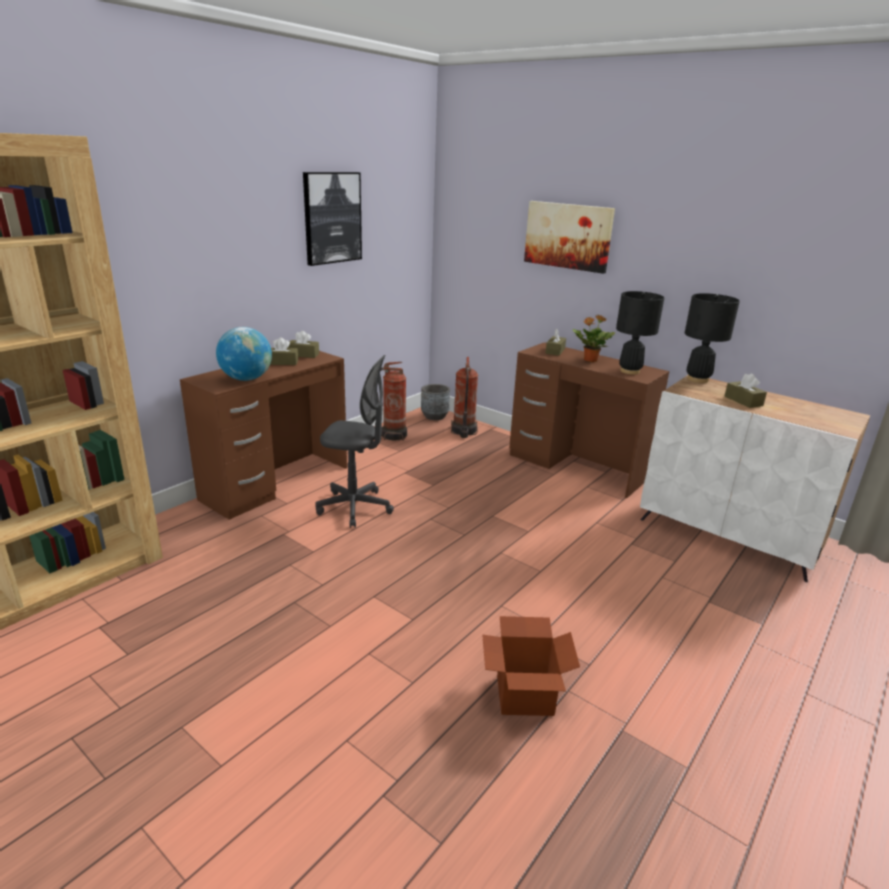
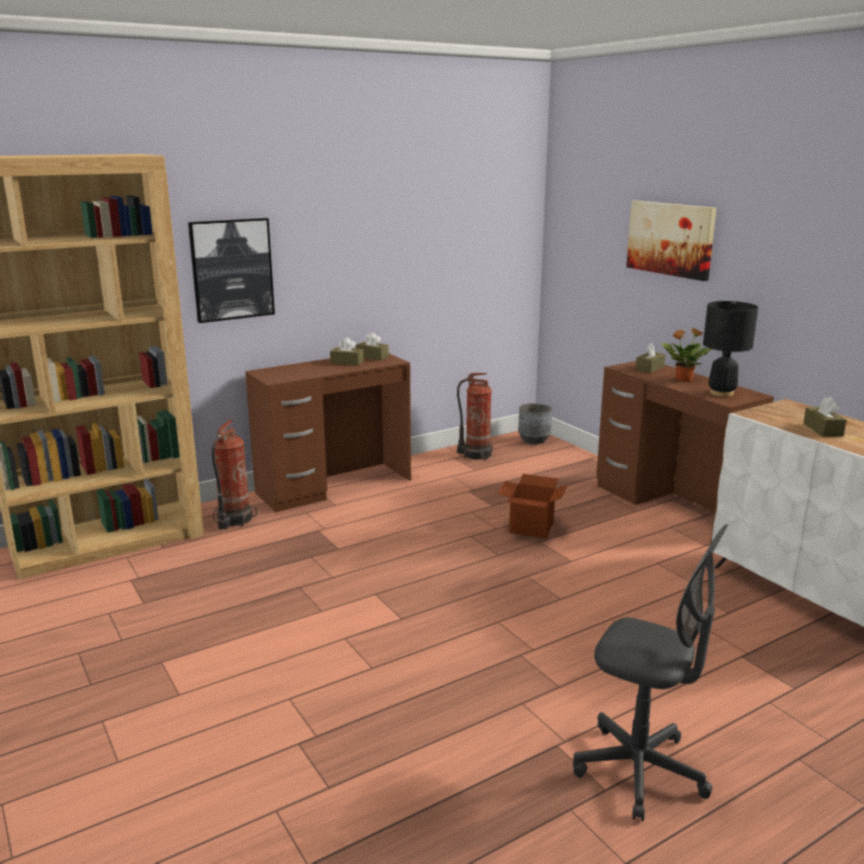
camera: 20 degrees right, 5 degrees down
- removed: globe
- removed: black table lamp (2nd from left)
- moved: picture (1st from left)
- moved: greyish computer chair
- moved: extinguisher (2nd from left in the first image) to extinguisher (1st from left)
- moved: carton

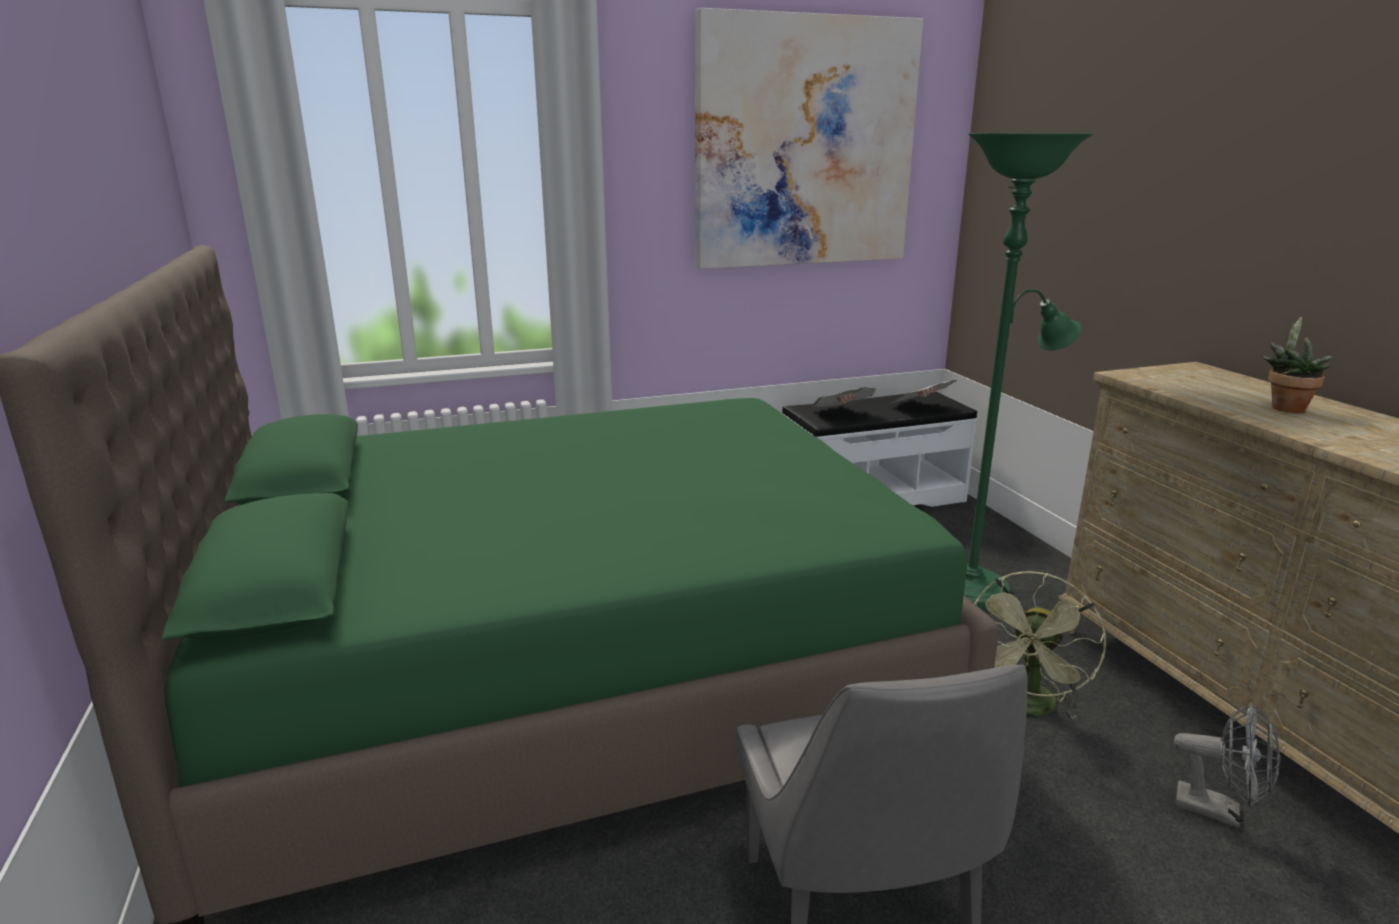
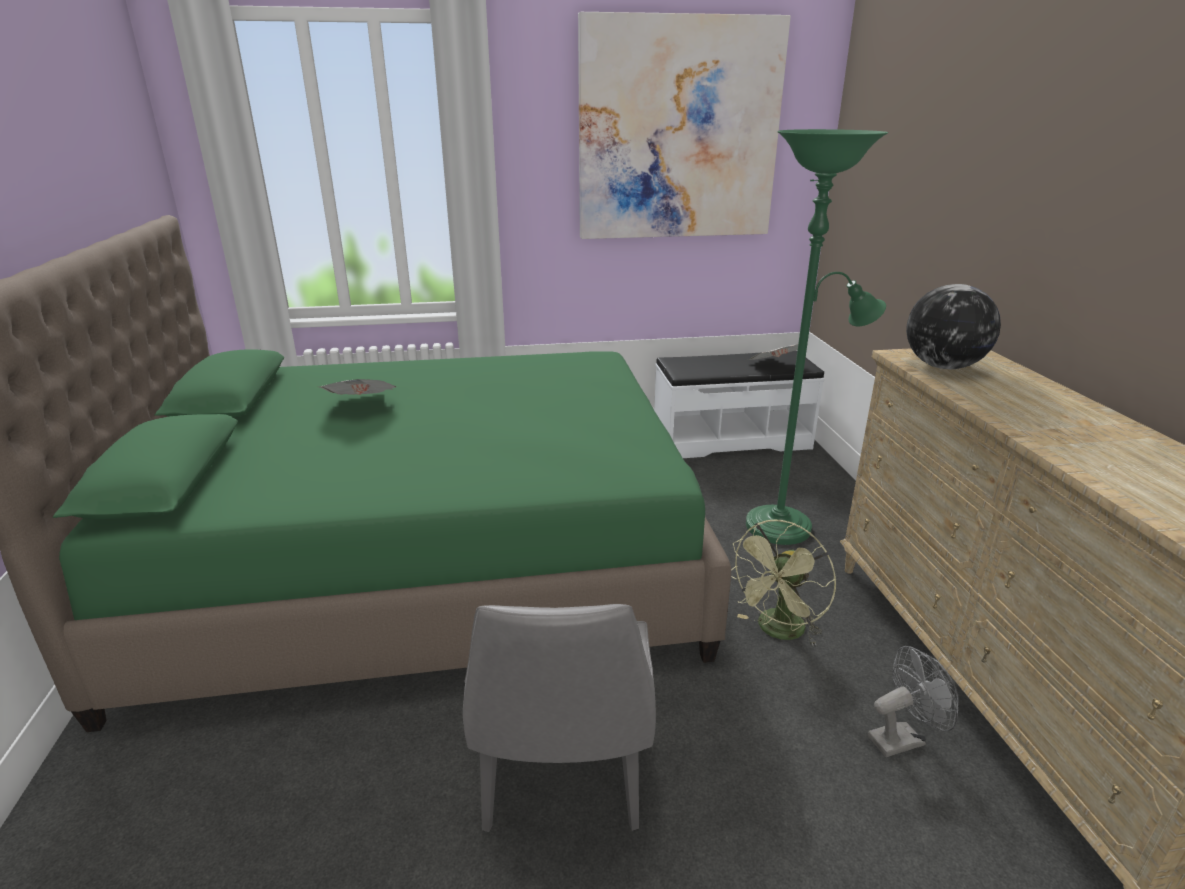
camera: 10 degrees right, 5 degrees up
- removed: plant in a pot
- added: globe
- moved: printed paper (1st from left)
- turned: greyish electric fan 60 degrees counterclockwise

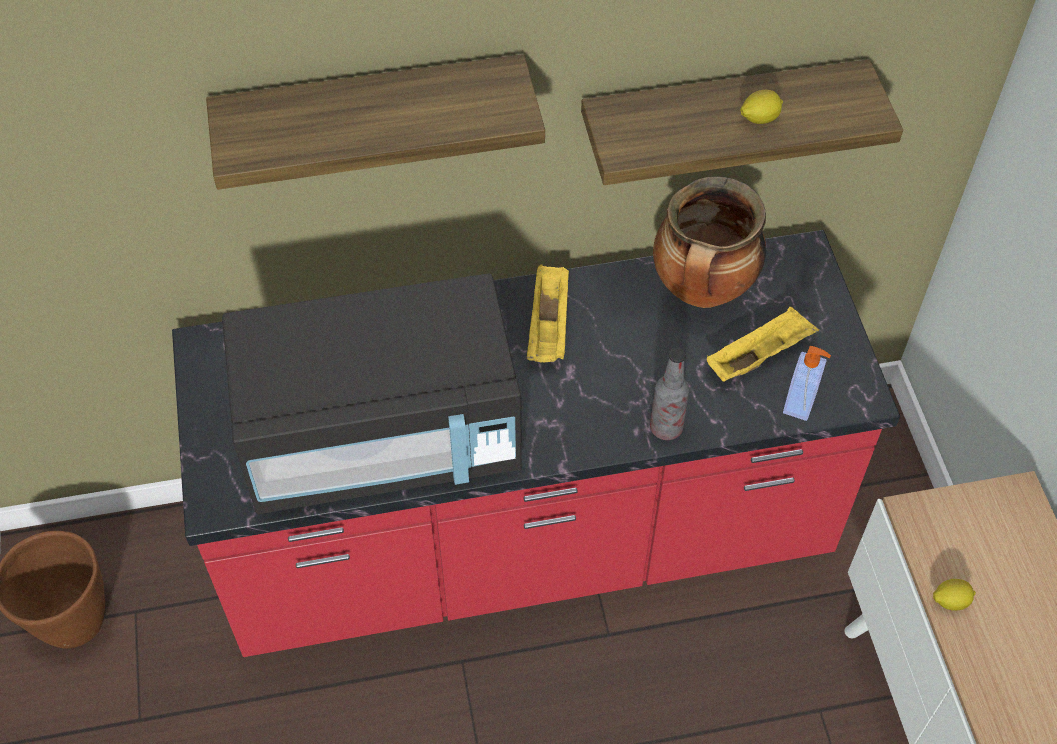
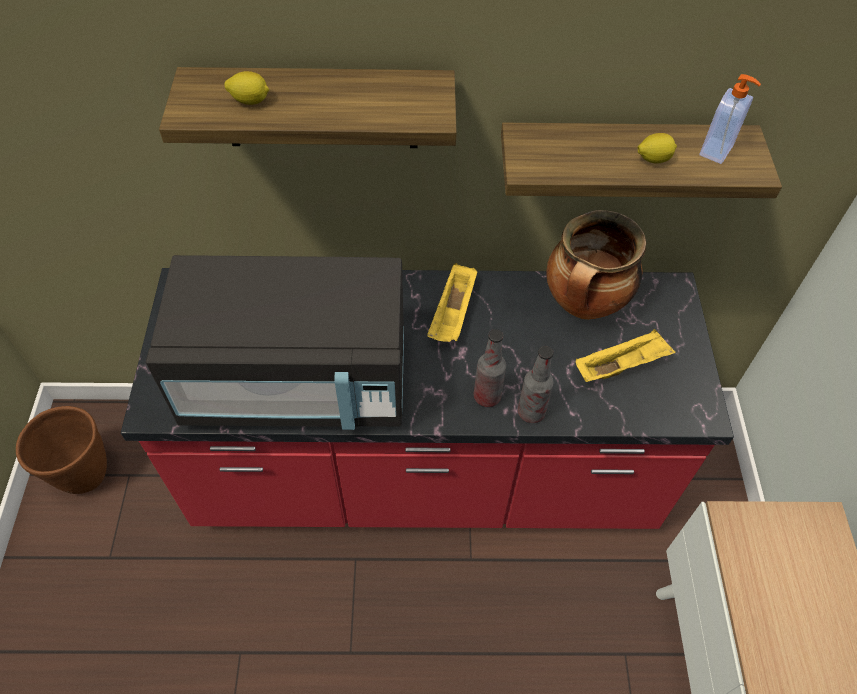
camera: 10 degrees right, 0 degrees up
- added: drink bottle (1st from left)
- moved: soap bottle
- moved: citrus fruit (2nd from left in the first image) to citrus fruit (1st from left)

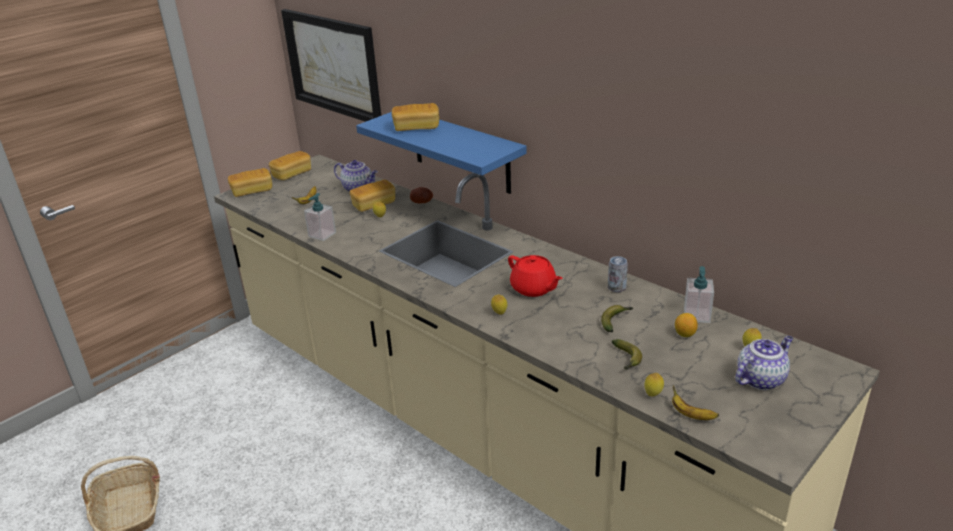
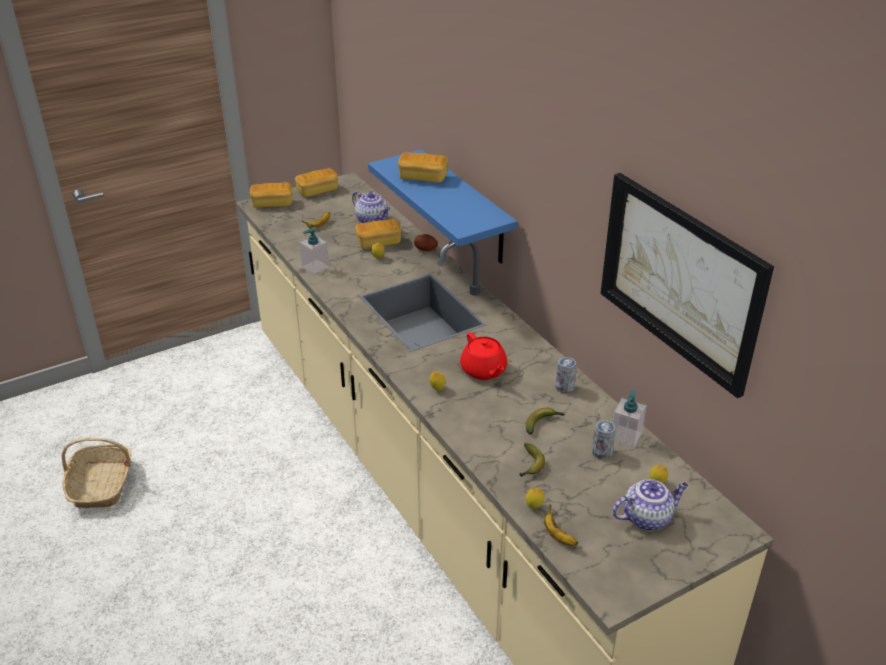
camera: 15 degrees right, 5 degrees up
- moved: picture
- replaced: citrus fruit (4th from left) to sealed can (2nd from left)

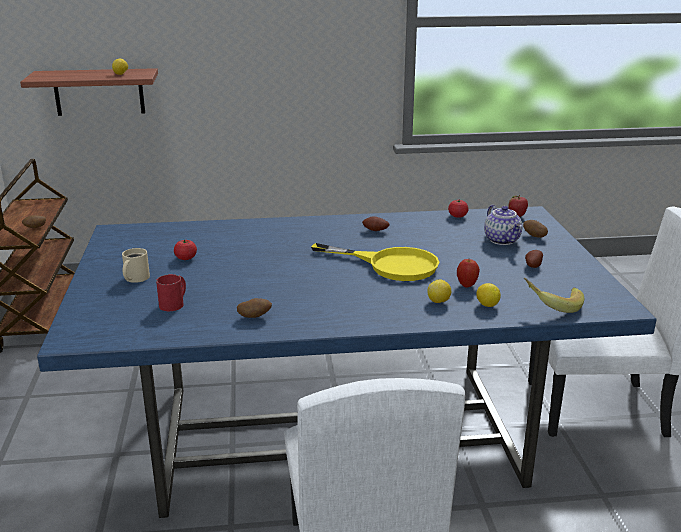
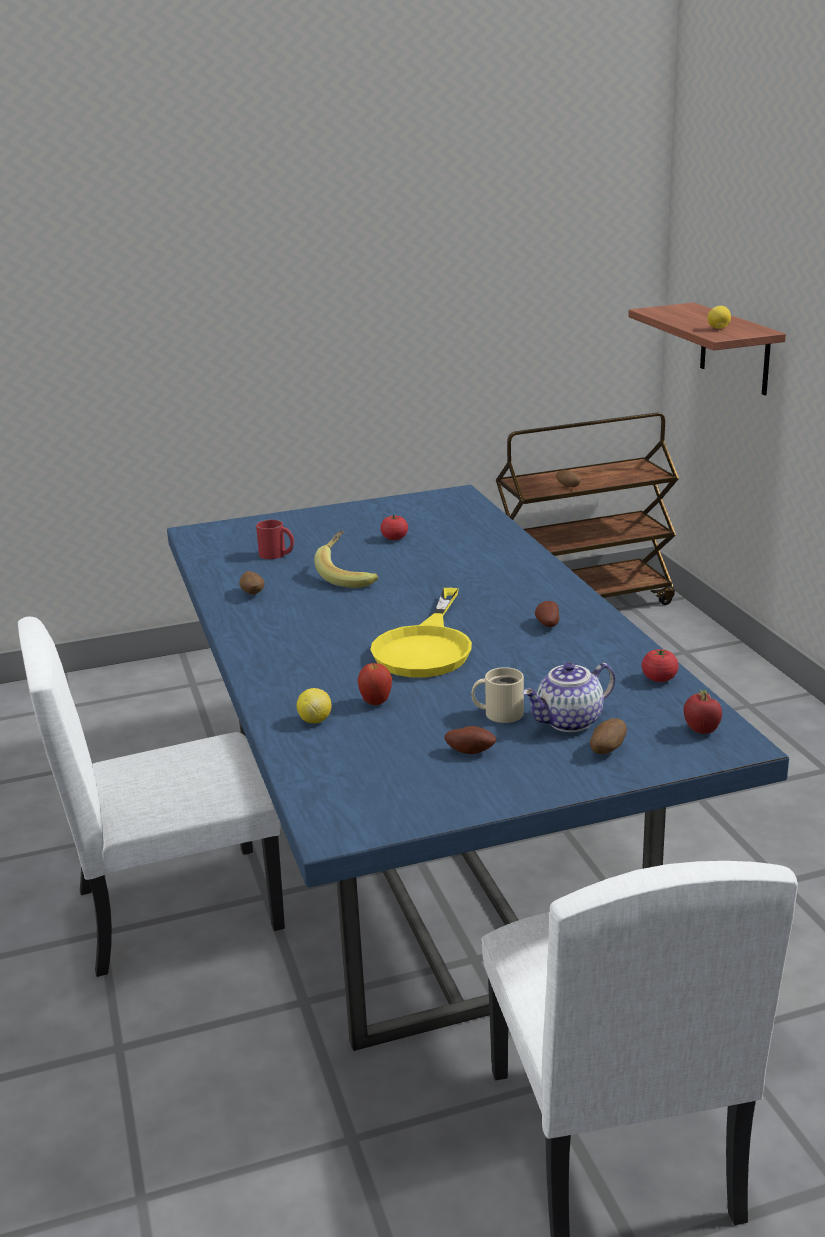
camera: 80 degrees right, 0 degrees up
- removed: citrus fruit (2nd from left)
- moved: sand-coloured tea mug
- moved: banana fruit

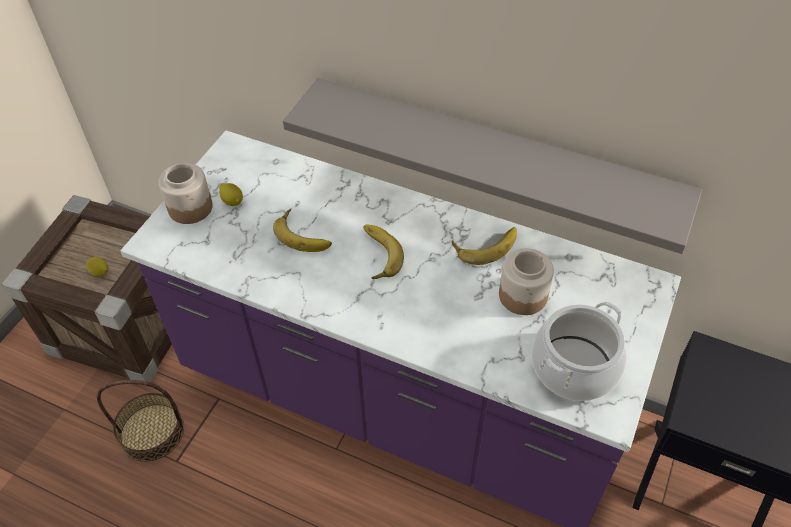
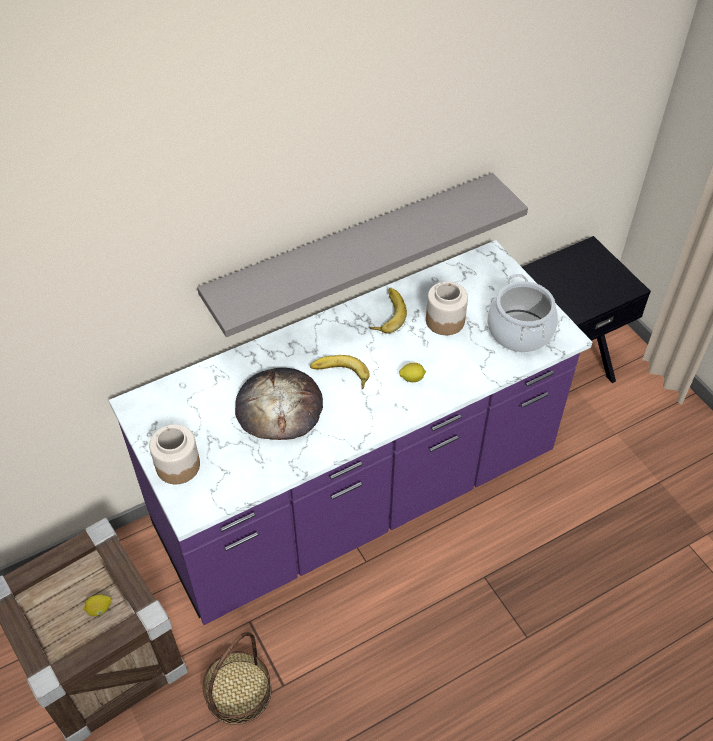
camera: 55 degrees left, 0 degrees up
- moved: citrus fruit (2nd from left)
- replaced: banana fruit (1st from left) to bread

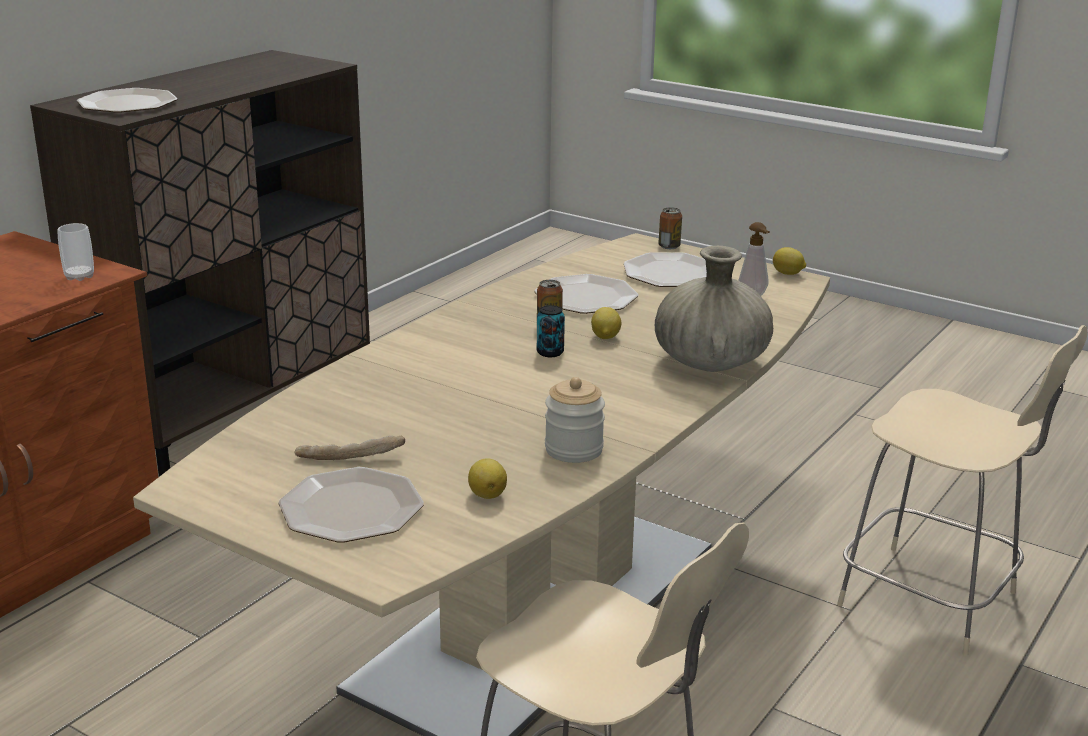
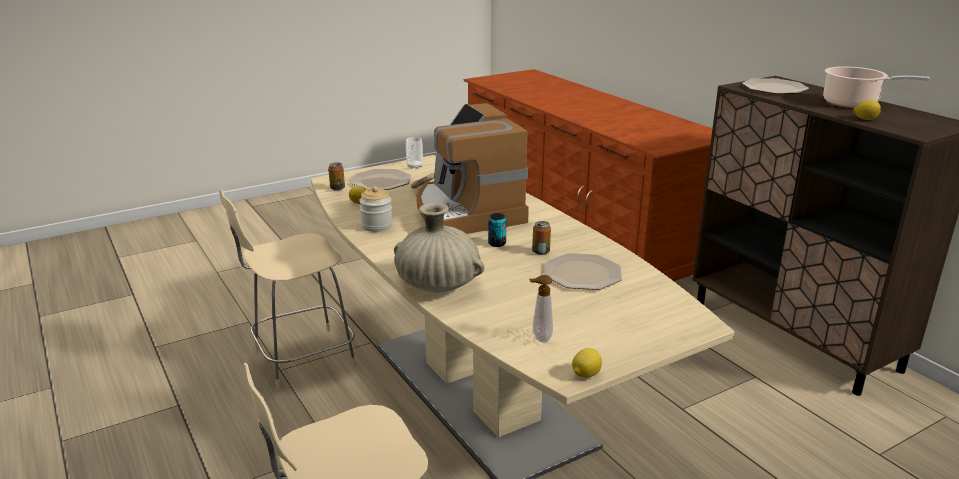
camera: 115 degrees right, 0 degrees up
- removed: dinner plate (4th from left)
- added: coffee brewer
- added: saucepot
- moved: drinking cup
- moved: citrus fruit (2nd from left in the first image) to citrus fruit (3rd from left)
- moved: sealed can (3rd from left in the first image) to sealed can (1st from left)

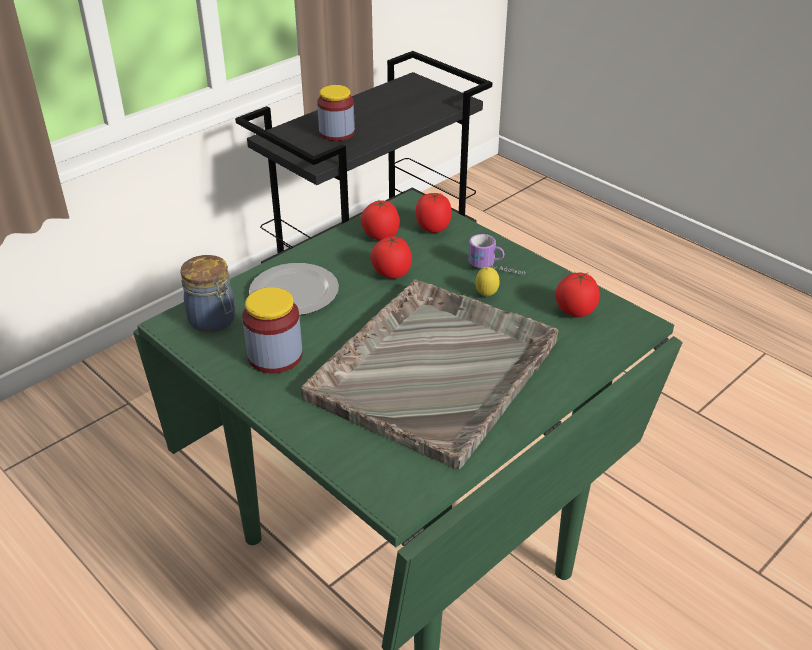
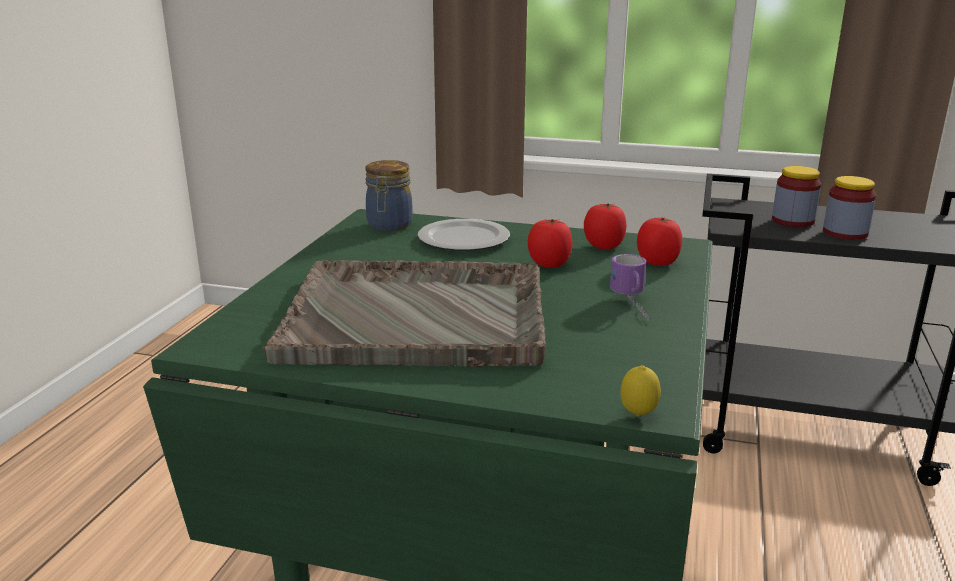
camera: 60 degrees right, 15 degrees down
- removed: whole tomato (4th from left)
- moved: storage jar (2nd from left in the first image) to storage jar (3rd from left)
- moved: citrus fruit

